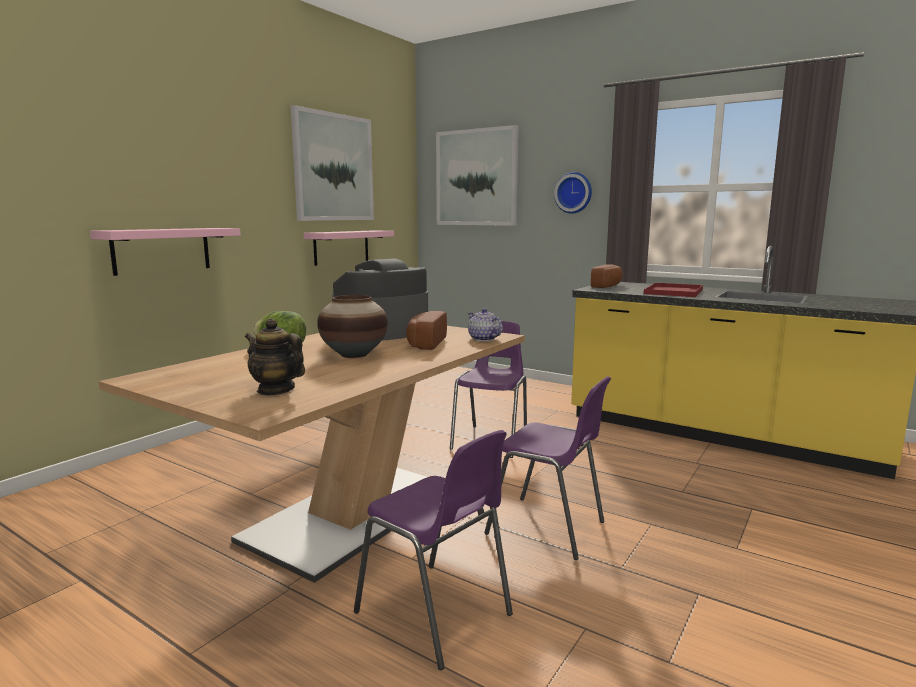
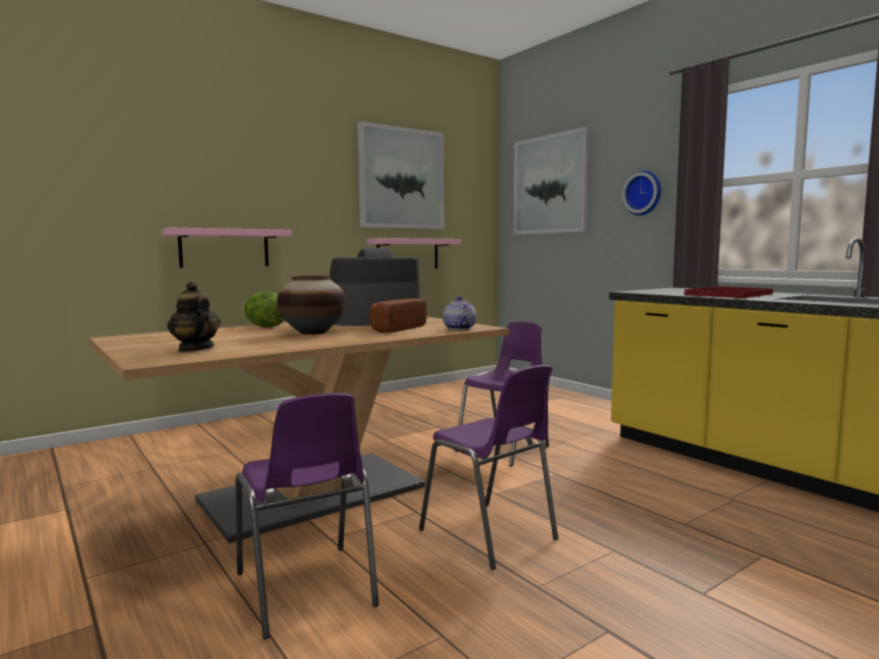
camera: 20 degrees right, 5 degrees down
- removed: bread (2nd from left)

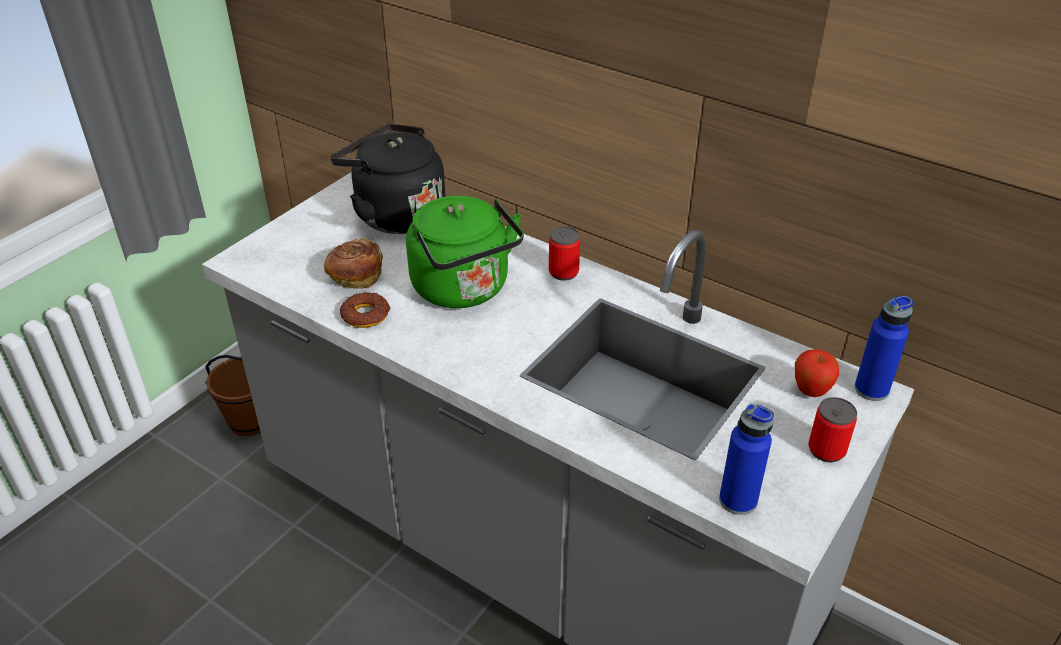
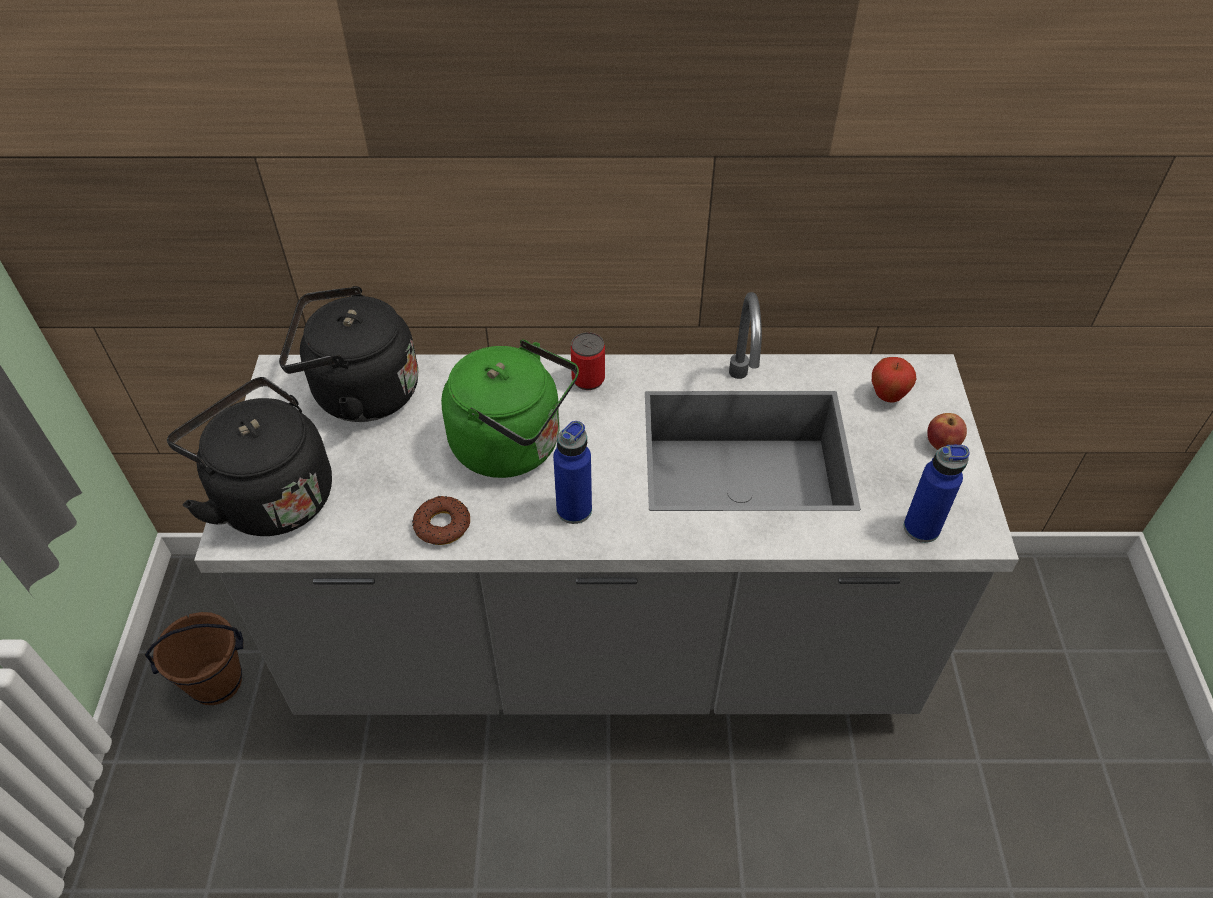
camera: 35 degrees left, 10 degrees up
- removed: bread
- added: black water kettle (1st from left)
- moved: bluish drink bottle (2nd from left in the first image) to bluish drink bottle (1st from left)
- replaced: sealed can (2nd from left) to apple (2nd from left)

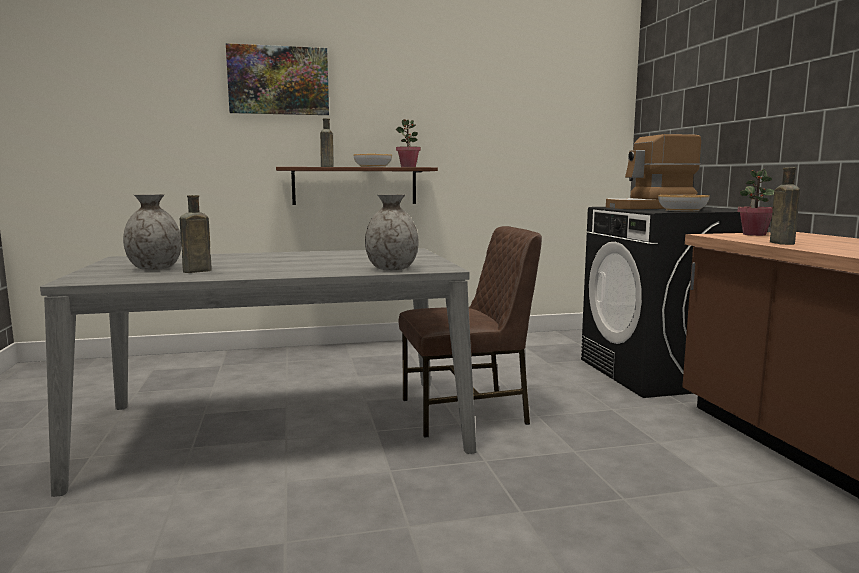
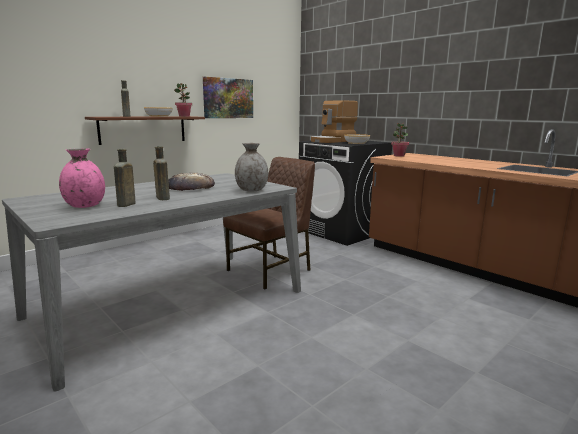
camera: 30 degrees left, 5 degrees up
- added: bread
- moved: picture
- moved: brownish drink bottle (3rd from left)
- recoloured: greyish flower vase (1st from left) to pink flower vase

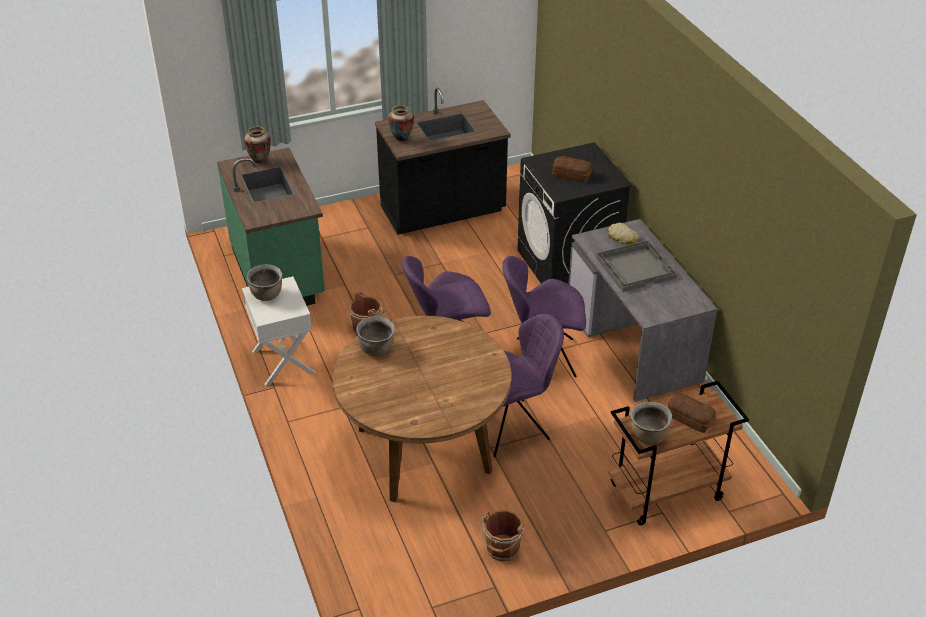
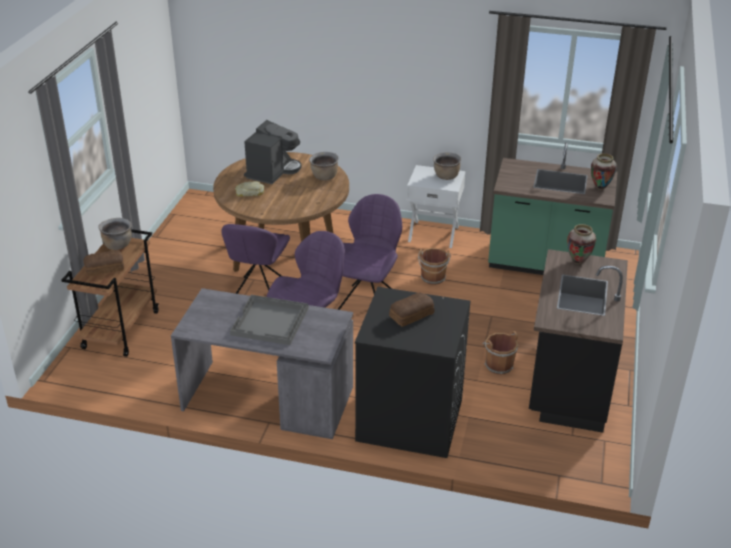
camera: 125 degrees right, 5 degrees down
- added: coffee brewer
- moved: brownish bucket (2nd from left)
- moved: bread (2nd from left)

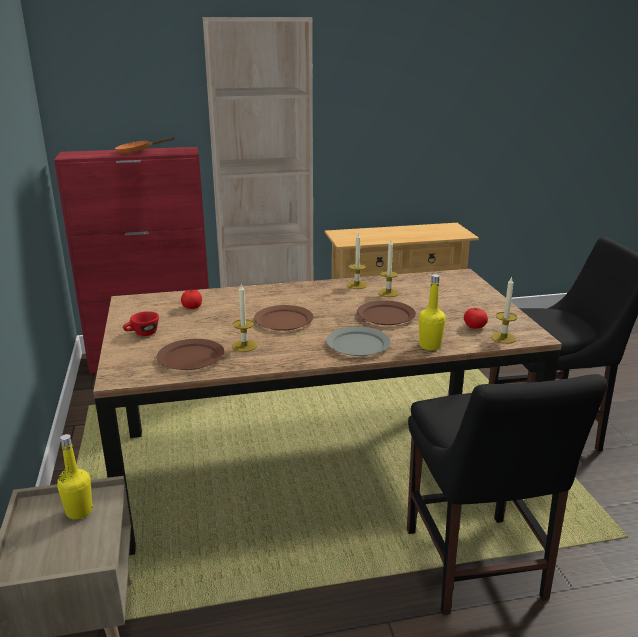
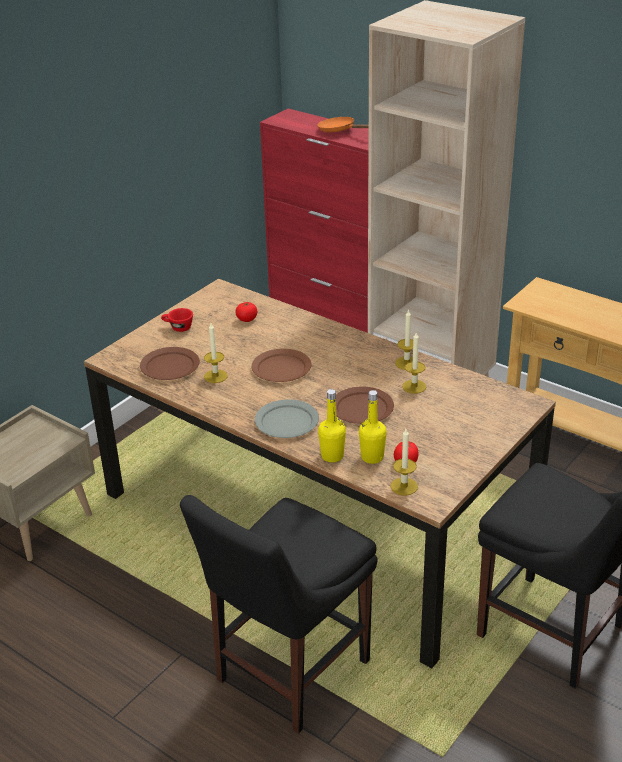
camera: 50 degrees right, 10 degrees up
- moved: yellow drink bottle (1st from left in the first image) to yellow drink bottle (2nd from left)

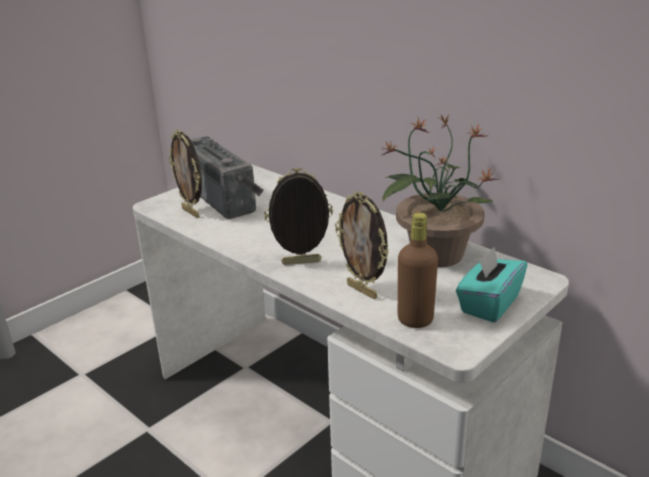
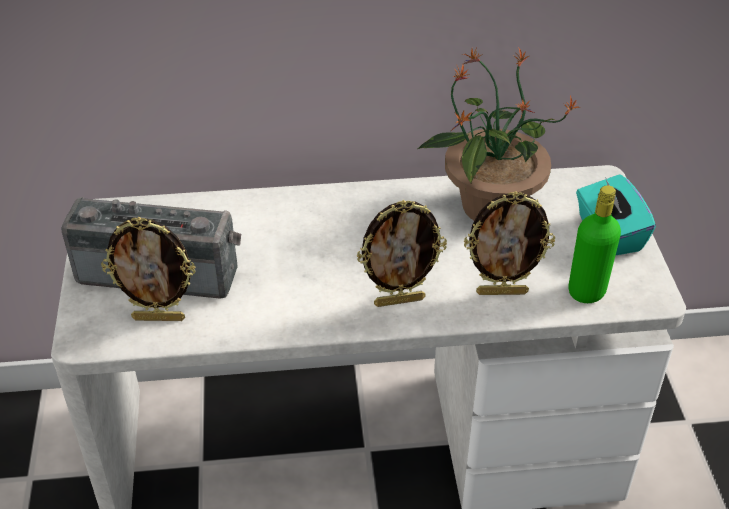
camera: 50 degrees left, 15 degrees up
- recoloured: brownish drink bottle to green-coloured drink bottle
- turned: standing frame (2nd from left) 135 degrees counterclockwise

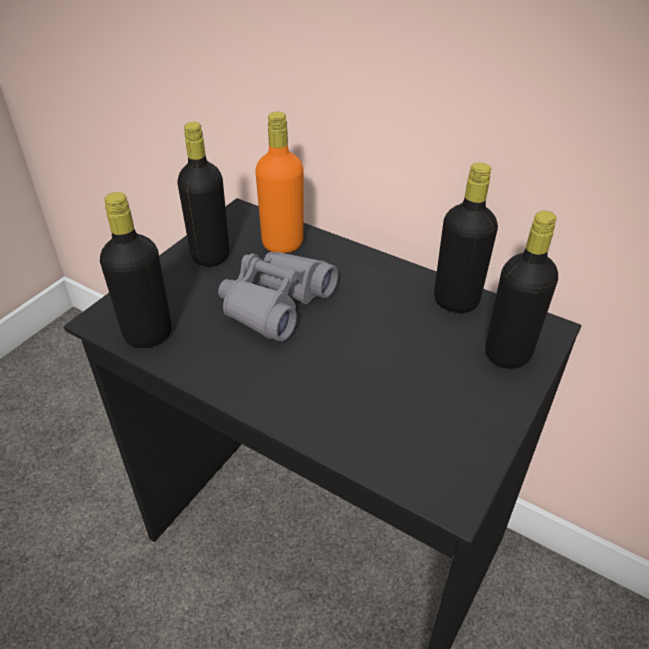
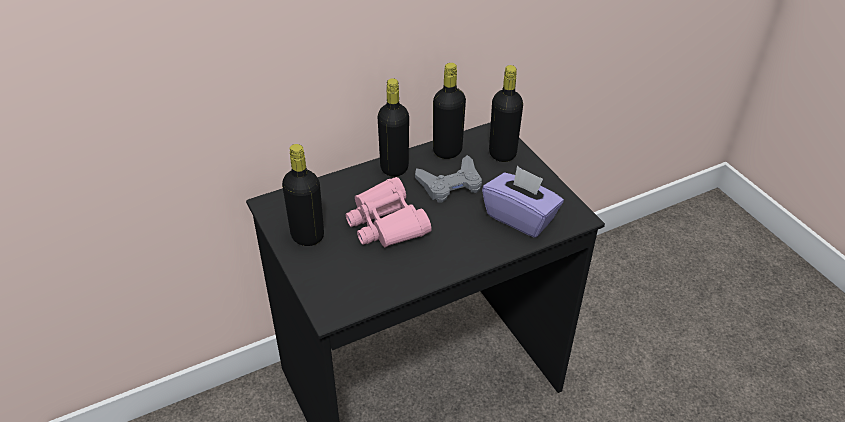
camera: 60 degrees left, 0 degrees up
- removed: orange-coloured drink bottle
- added: greyish joypad
- added: purple-coloured box of tissues
- moved: black drink bottle (1st from left in the first image) to black drink bottle (2nd from left)
- recoloured: greyish field glasses to pink field glasses

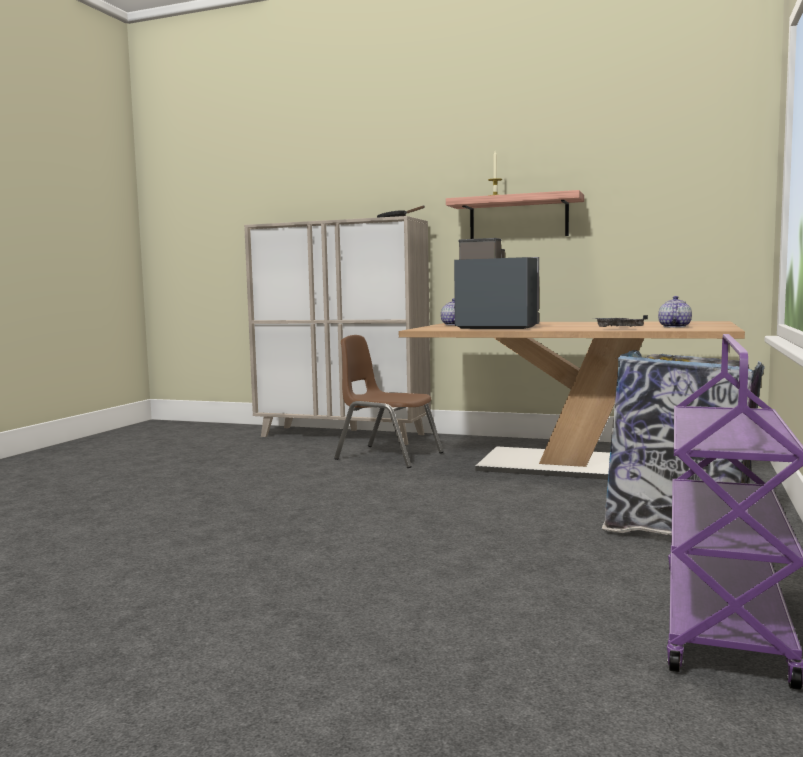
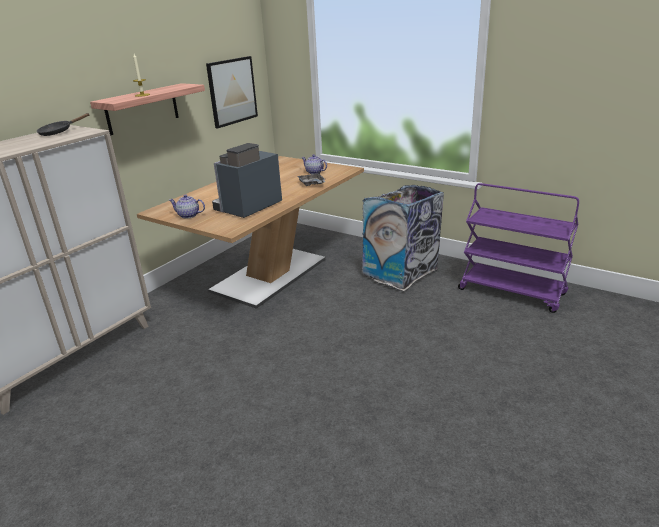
camera: 75 degrees left, 20 degrees up
- removed: brownish chair
- added: picture

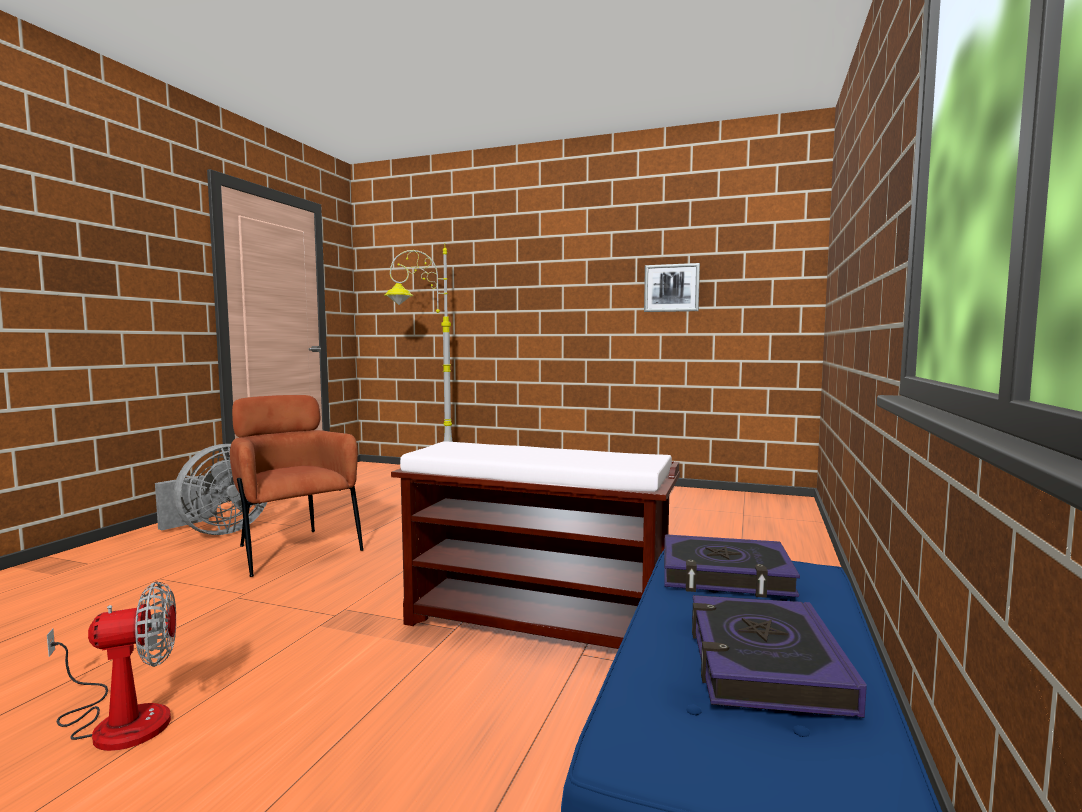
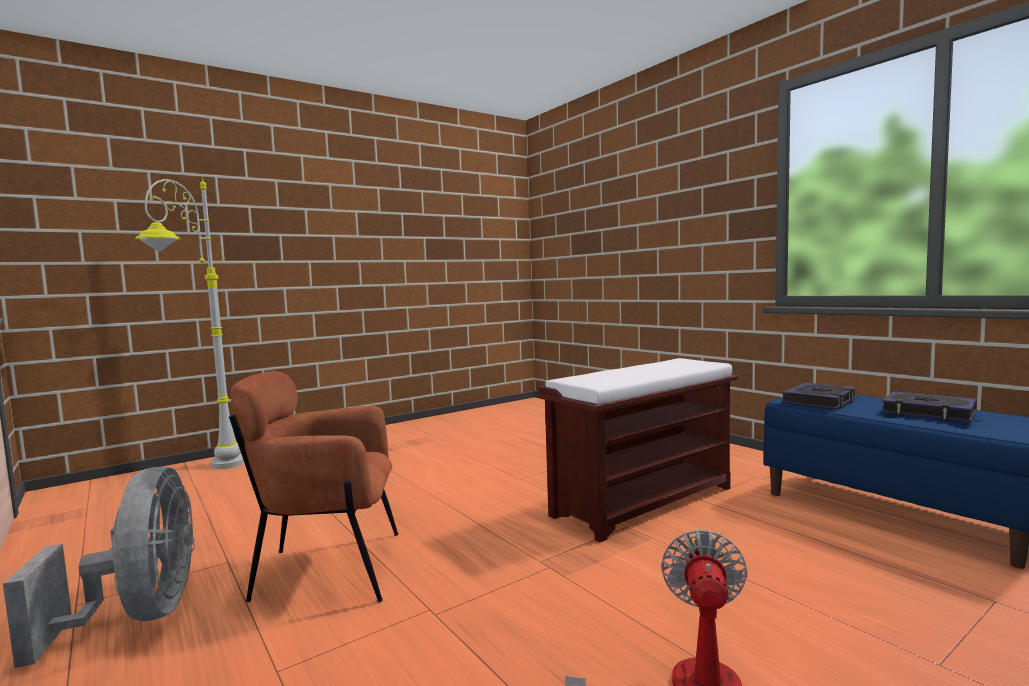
camera: 55 degrees left, 0 degrees up
- removed: picture

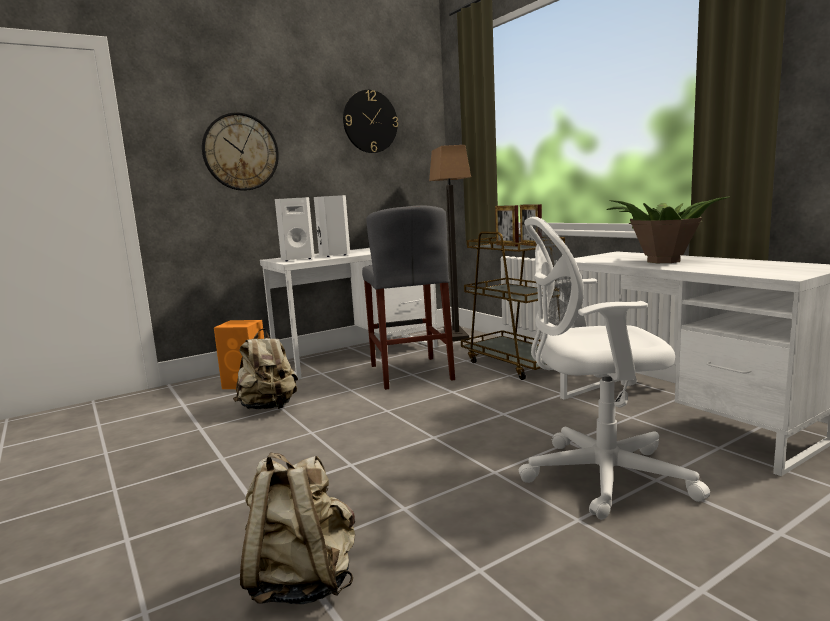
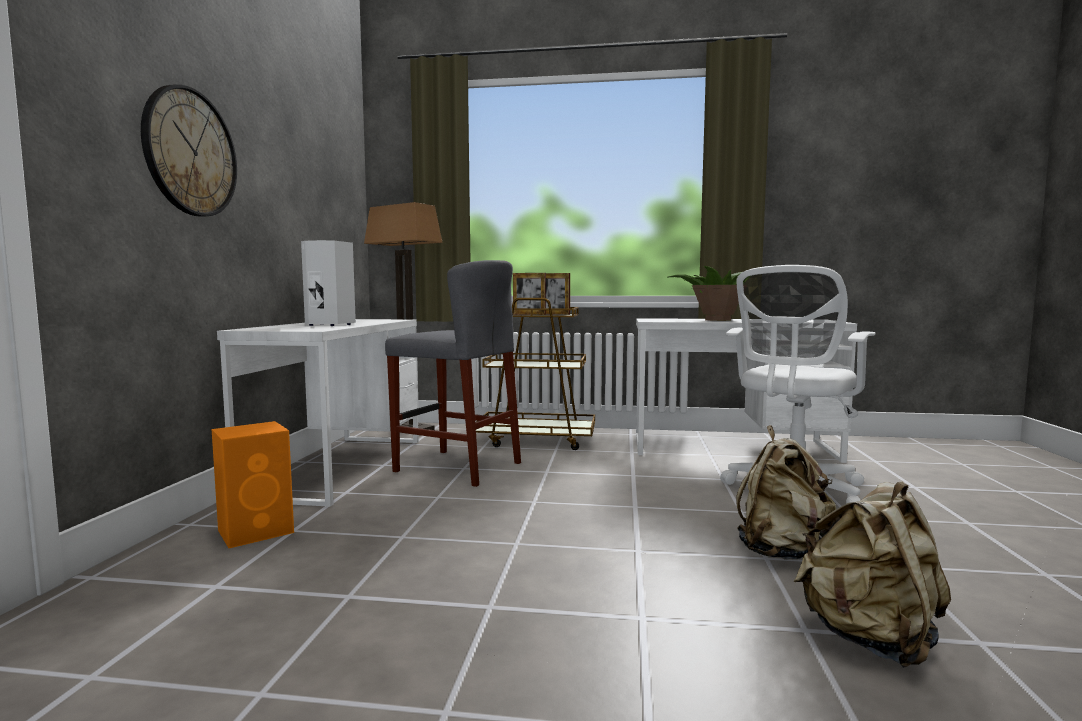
camera: 50 degrees left, 5 degrees down
- removed: white audio speaker (1st from left)
- removed: wall clock (2nd from left)
- moved: sand-coloured backpack (1st from left)

